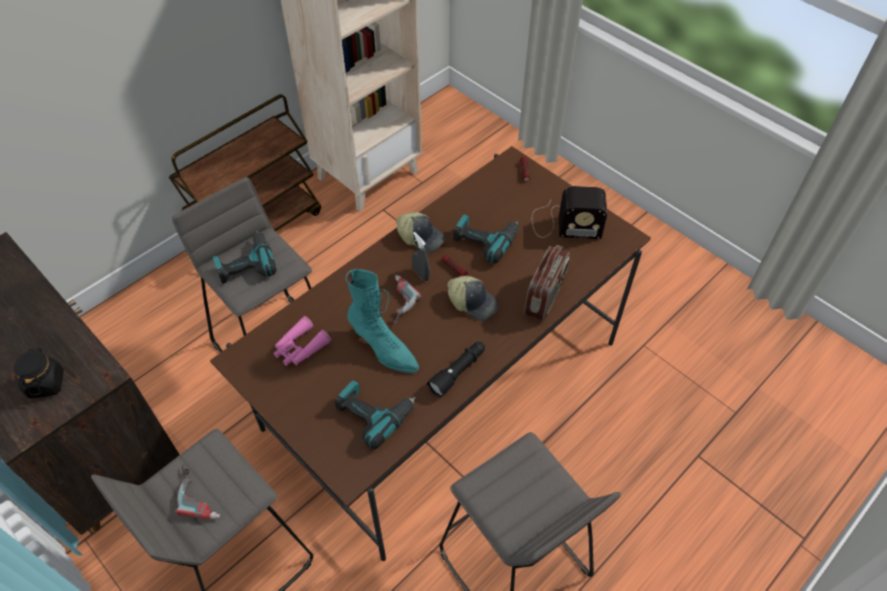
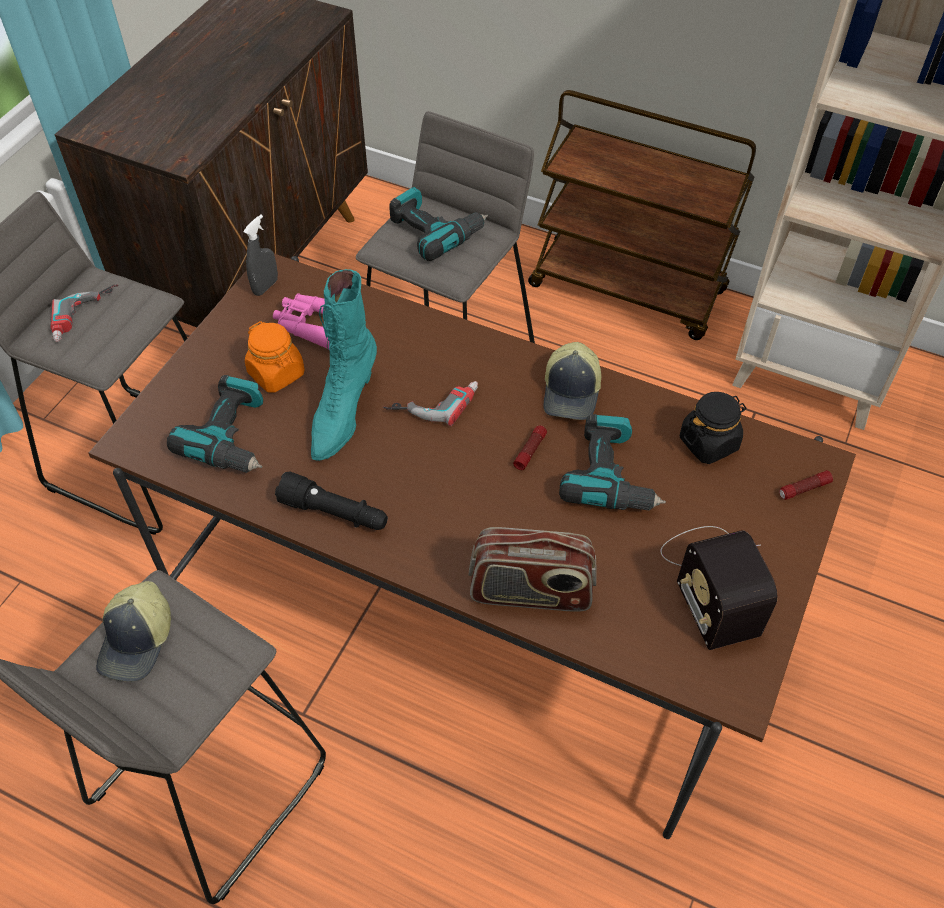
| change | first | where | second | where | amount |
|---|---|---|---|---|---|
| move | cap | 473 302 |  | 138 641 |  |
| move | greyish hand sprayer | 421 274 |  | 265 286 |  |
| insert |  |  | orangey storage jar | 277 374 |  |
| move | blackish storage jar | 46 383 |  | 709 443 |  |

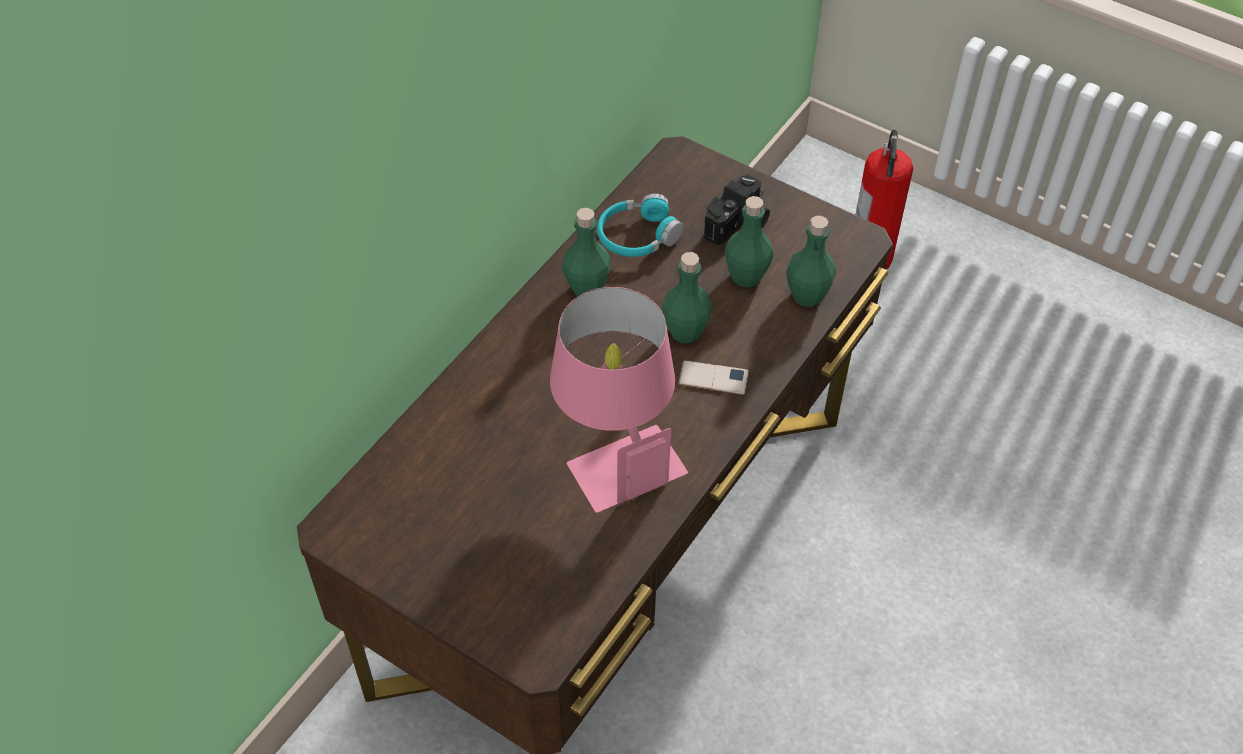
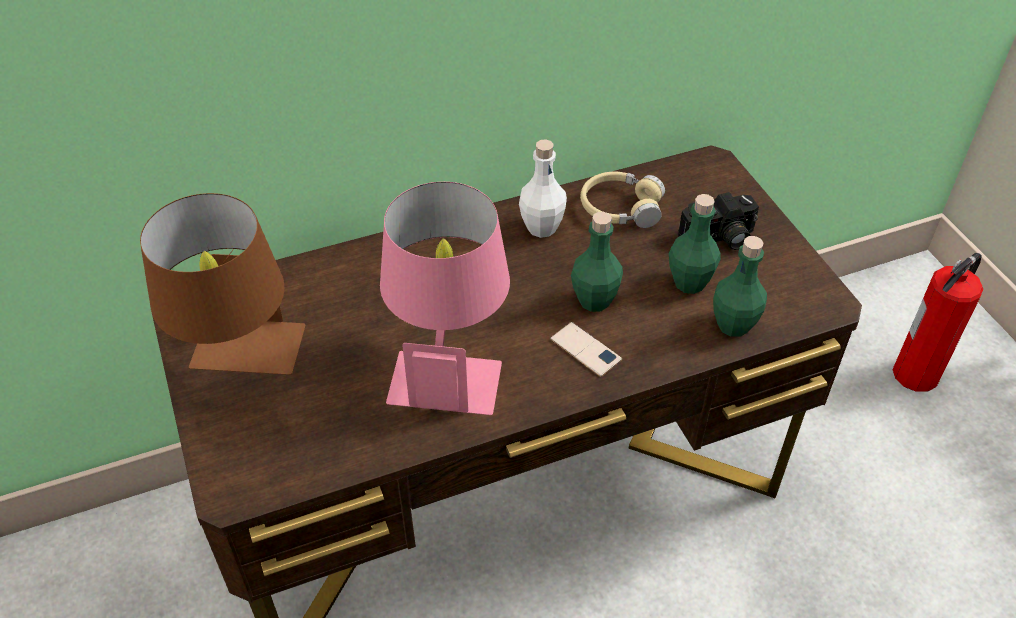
| change | first | where | second | where | amount |
|---|---|---|---|---|---|
| insert |  |  | brownish lamp for a table | 243 363 |  |
| recolor | greenish beverage bottle | 587 288 | white beverage bottle | 541 227 |  |
| recolor | blue-green pair of headphones | 637 236 | beige pair of headphones | 620 208 |  |

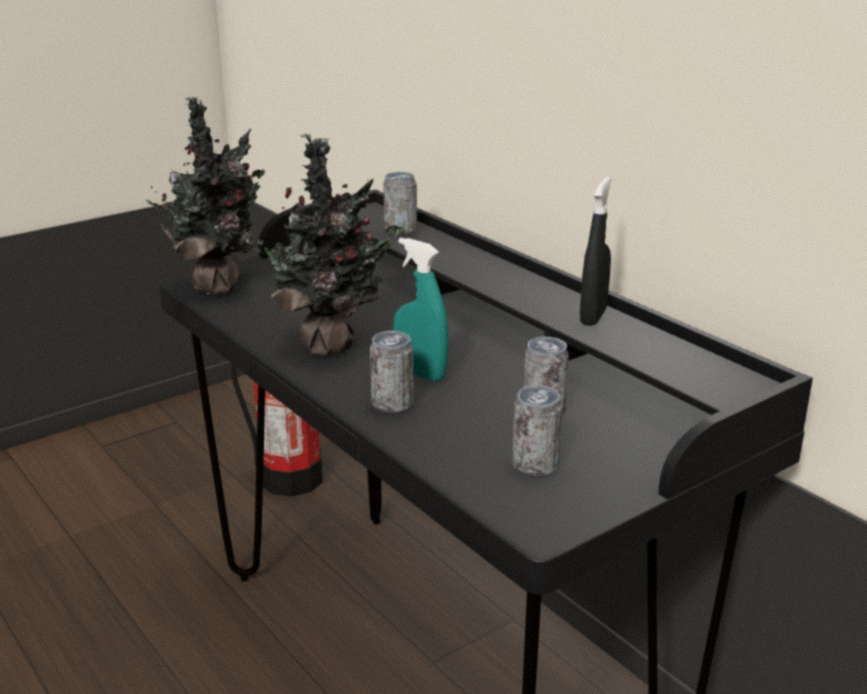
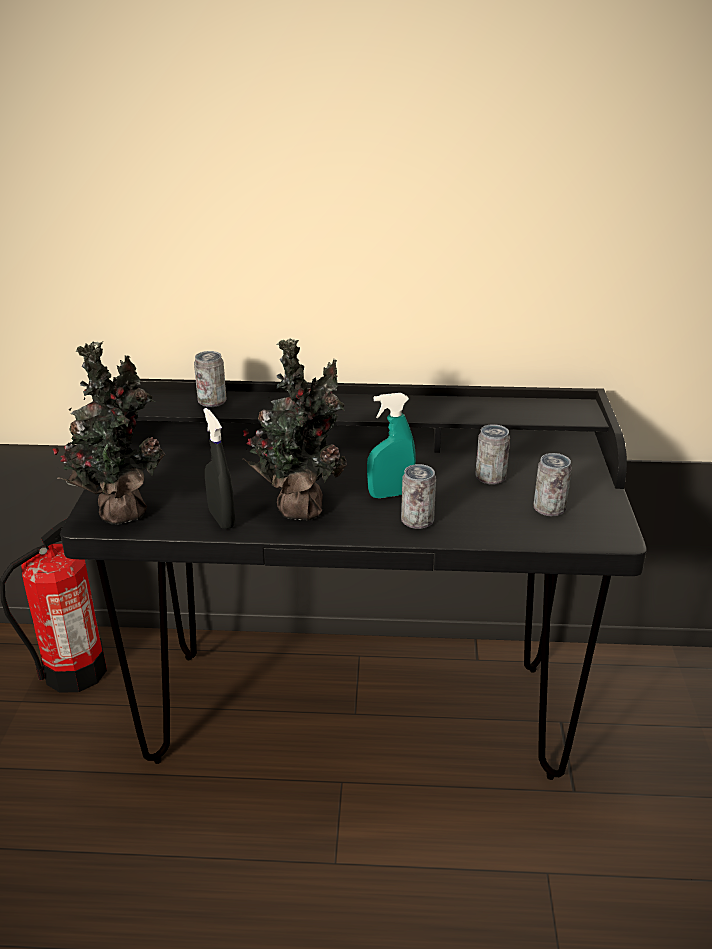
| change | first | where | second | where | amount |
|---|---|---|---|---|---|
| move | blackish hand sprayer | 593 316 |  | 221 519 |  |

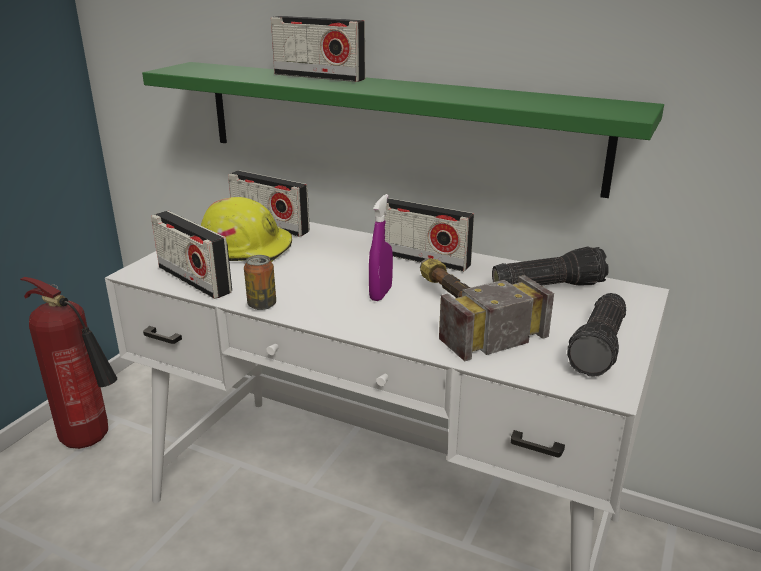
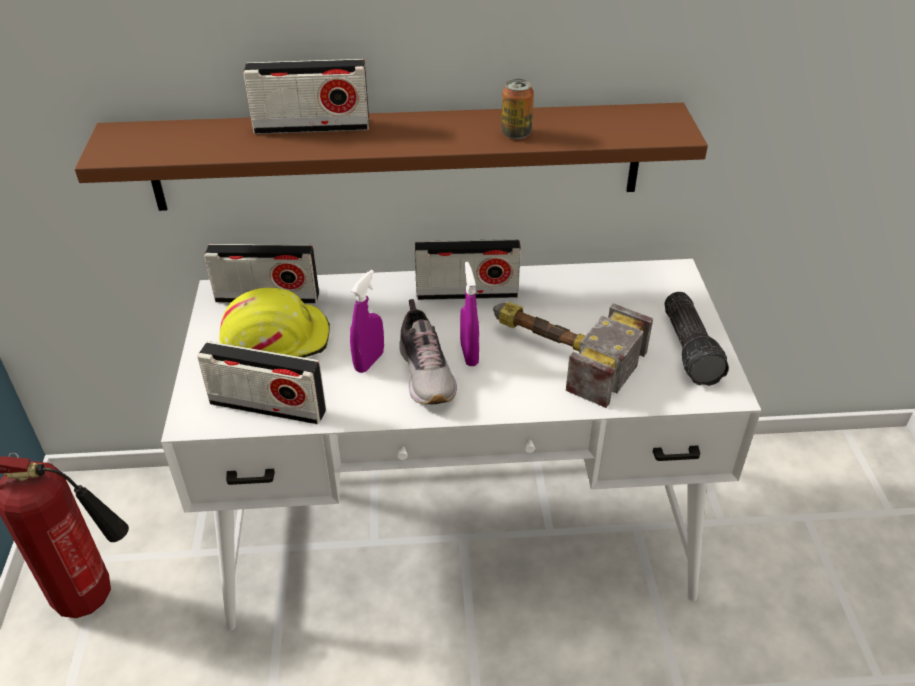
| change | first | where | second | where | amount |
|---|---|---|---|---|---|
| recolor | greenish bracket shelf | 392 124 | brownish bracket shelf | 397 157 |  |
| insert |  |  | purple hand sprayer | 369 361 |  |
| insert |  |  | item of footwear | 427 373 |  |
| move | can | 262 305 |  | 516 133 |  |
| delete | flashlight | 547 285 |  |  |  |

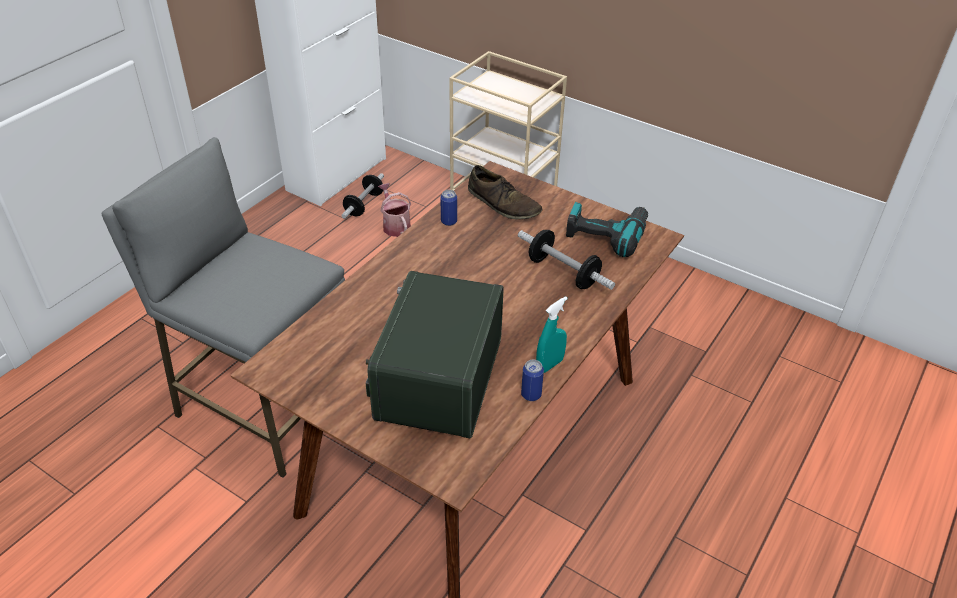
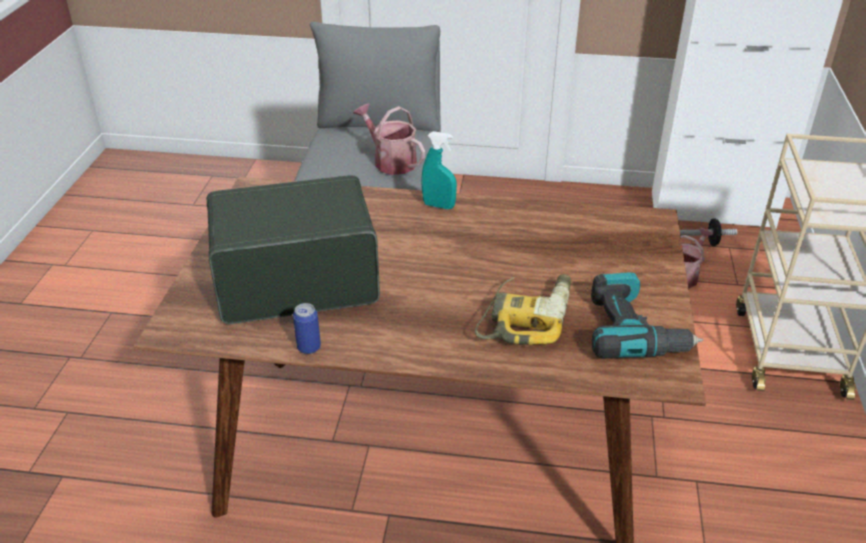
| change | first | where | second | where | amount |
|---|---|---|---|---|---|
| insert |  |  | sprinkling can | 391 161 |  |
| move | blue-green hand sprayer | 549 365 |  | 438 206 |  |
| replace | dumbbell | 563 272 | power drill | 526 316 |  |
| delete | can | 449 221 |  |  |  |
| delete | brownish item of footwear | 503 204 |  |  |  |

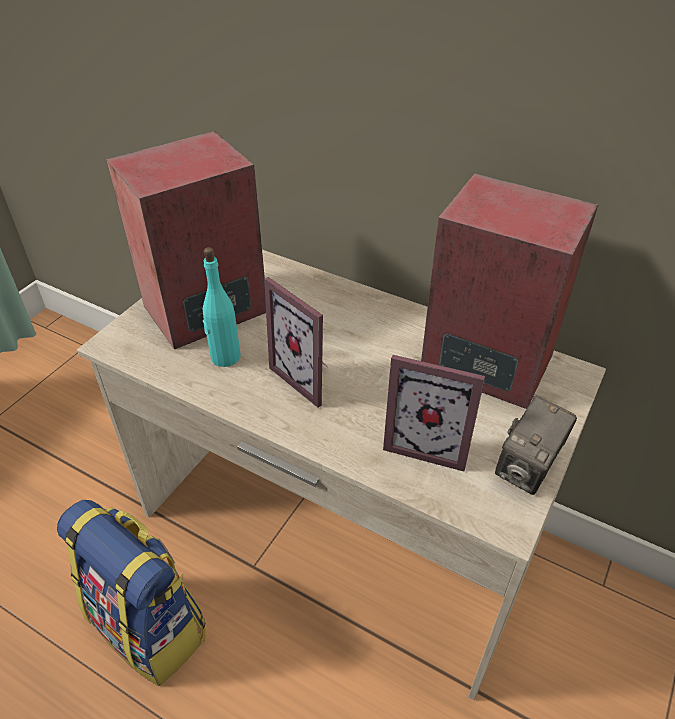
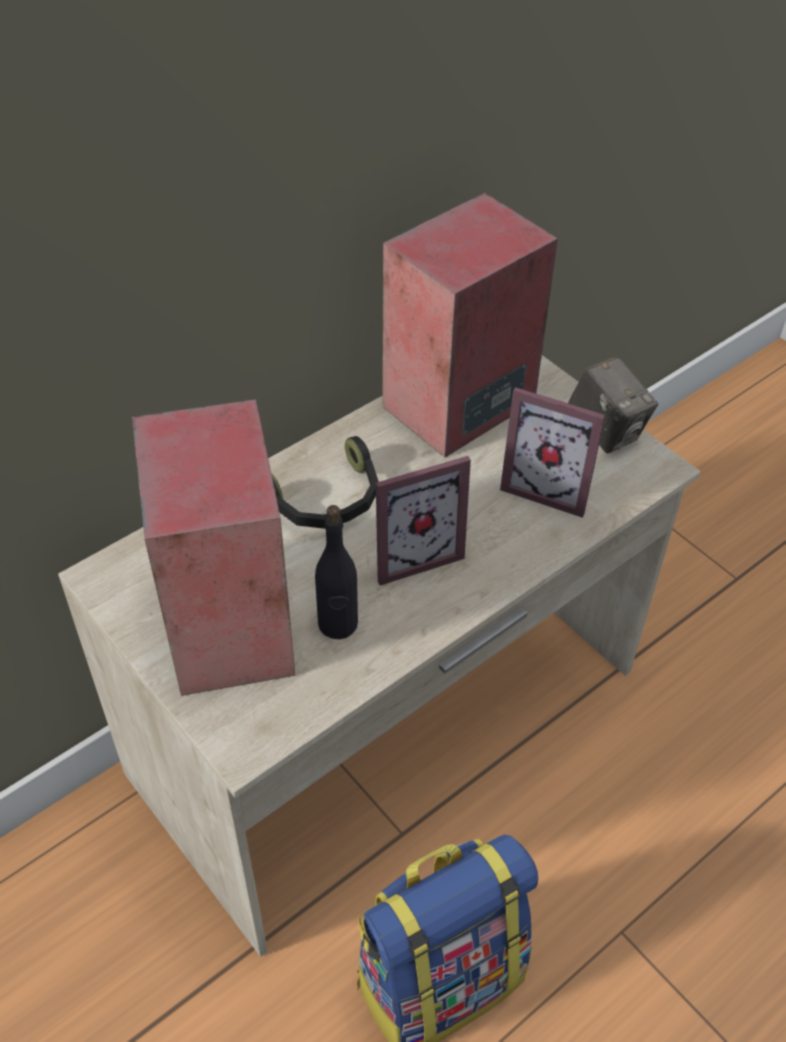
| change | first | where | second | where | amount |
|---|---|---|---|---|---|
| insert |  |  | blackish pair of headphones | 327 501 |  |
| recolor | blue-green beverage bottle | 225 357 | blackish beverage bottle | 338 624 |  |
| rotate | photo frame | 428 442 |  | 549 487 | 75 degrees clockwise |

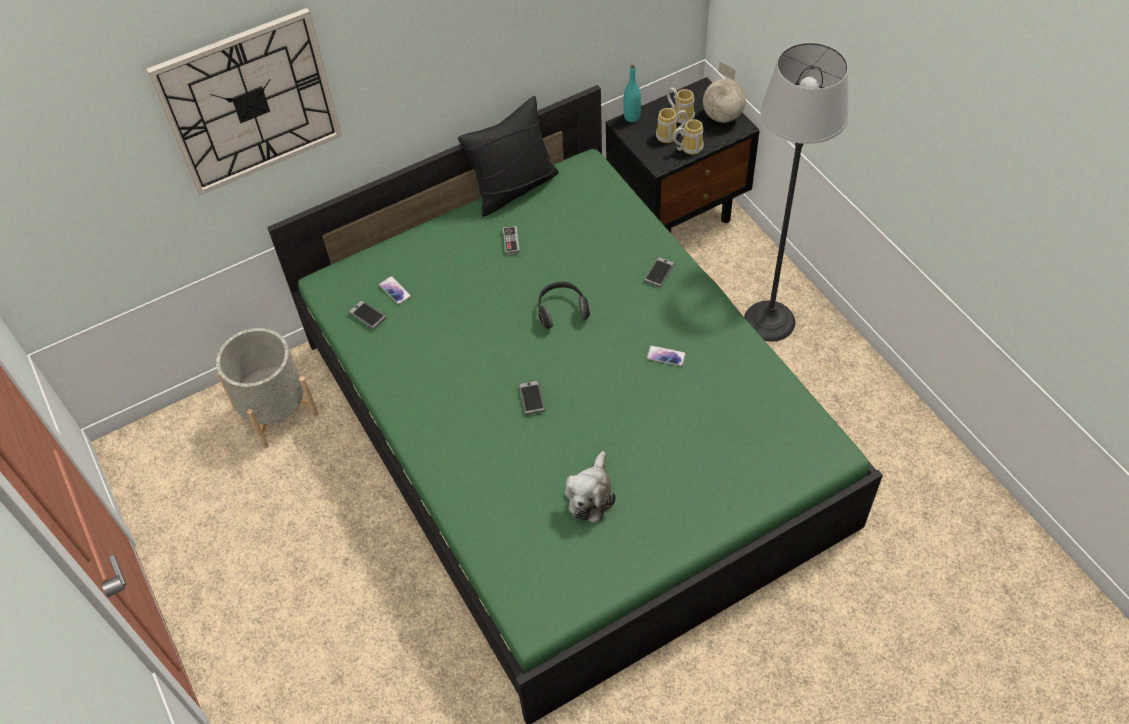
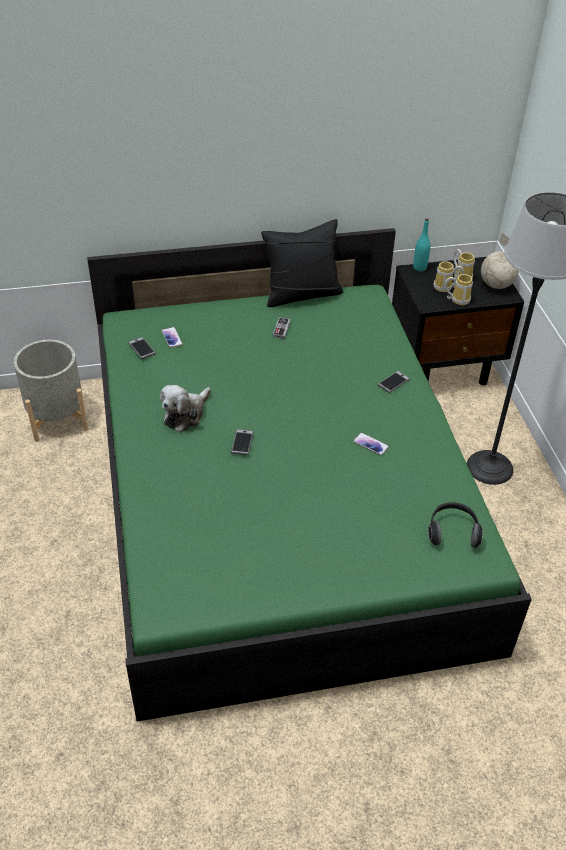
| change | first | where | second | where | amount |
|---|---|---|---|---|---|
| move | soft toy | 590 495 |  | 185 414 |  |
| move | pair of headphones | 561 310 |  | 452 532 |  |
| delete | hanging clock | 249 102 |  |  |  |

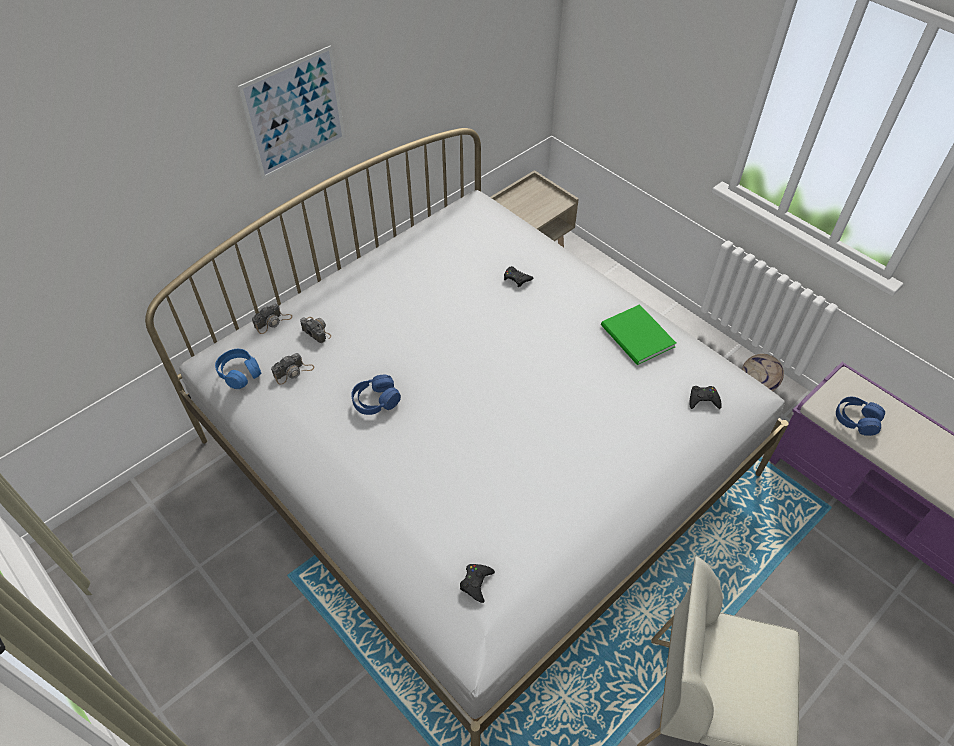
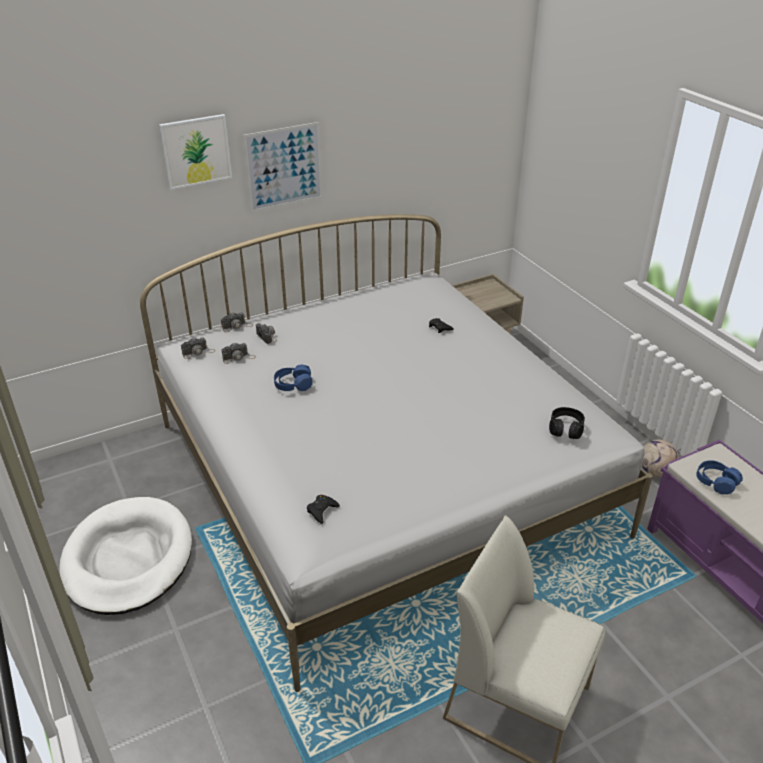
| change | first | where | second | where | amount |
|---|---|---|---|---|---|
| insert |  |  | white dog bed | 128 559 |  |
| insert |  |  | wall picture | 196 151 |  |
| replace | blue pair of headphones | 239 373 | photo camera | 198 352 |  |
| replace | blackish gamepad | 703 400 | blackish pair of headphones | 565 429 |  |
| delete | greenish bound book | 637 338 |  |  |  |

